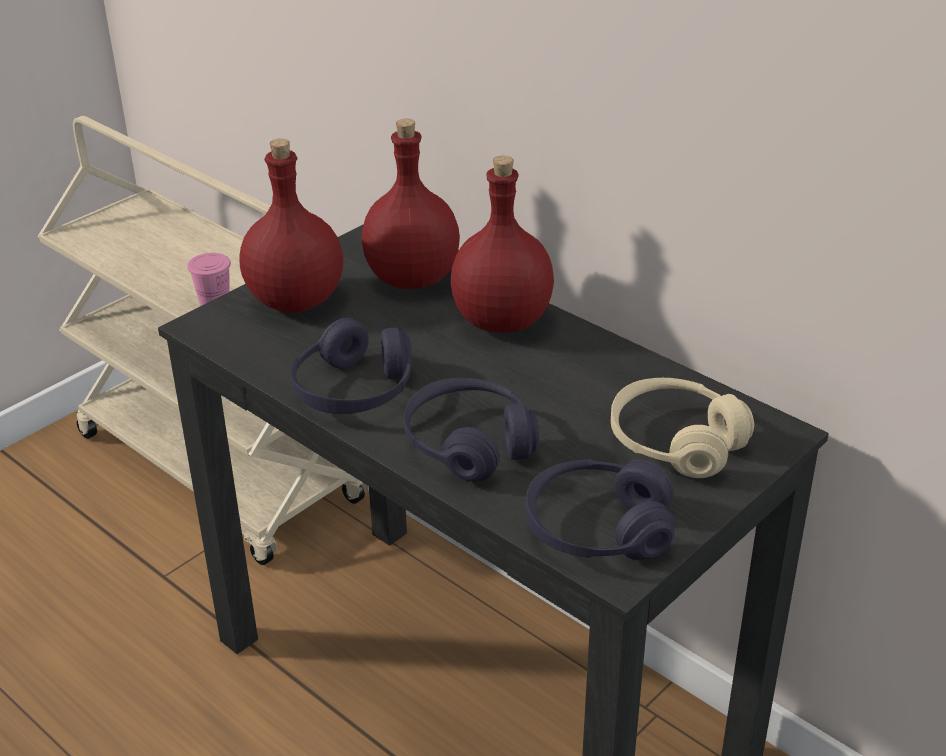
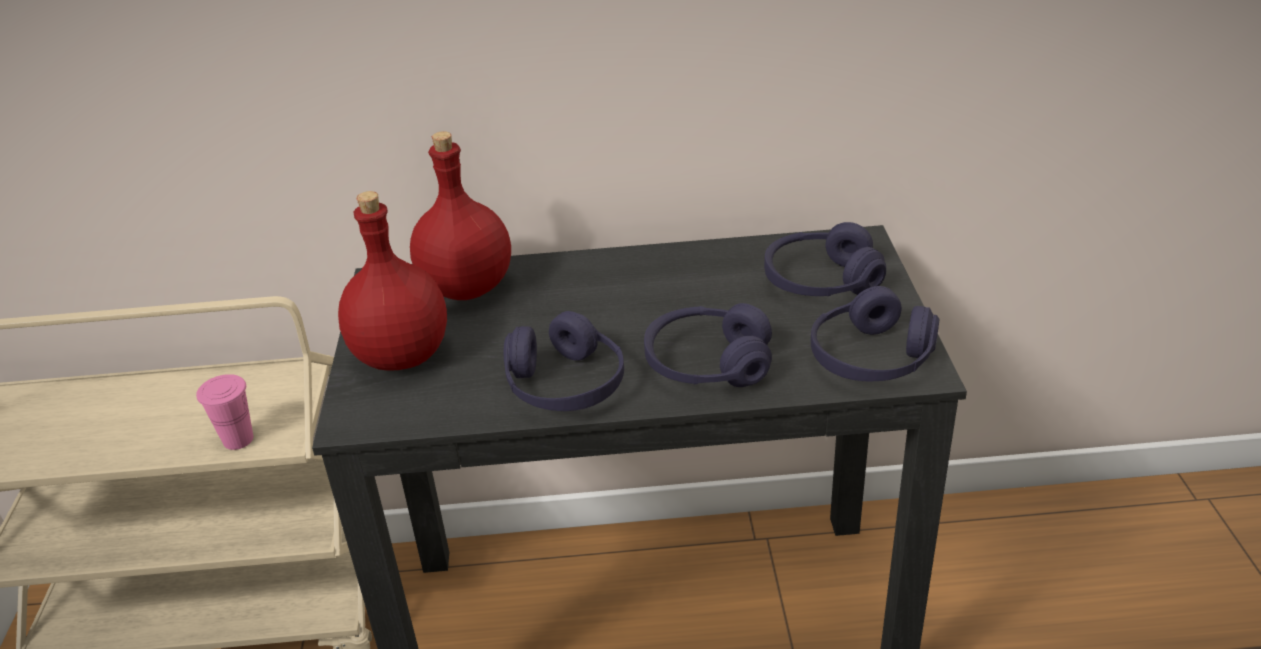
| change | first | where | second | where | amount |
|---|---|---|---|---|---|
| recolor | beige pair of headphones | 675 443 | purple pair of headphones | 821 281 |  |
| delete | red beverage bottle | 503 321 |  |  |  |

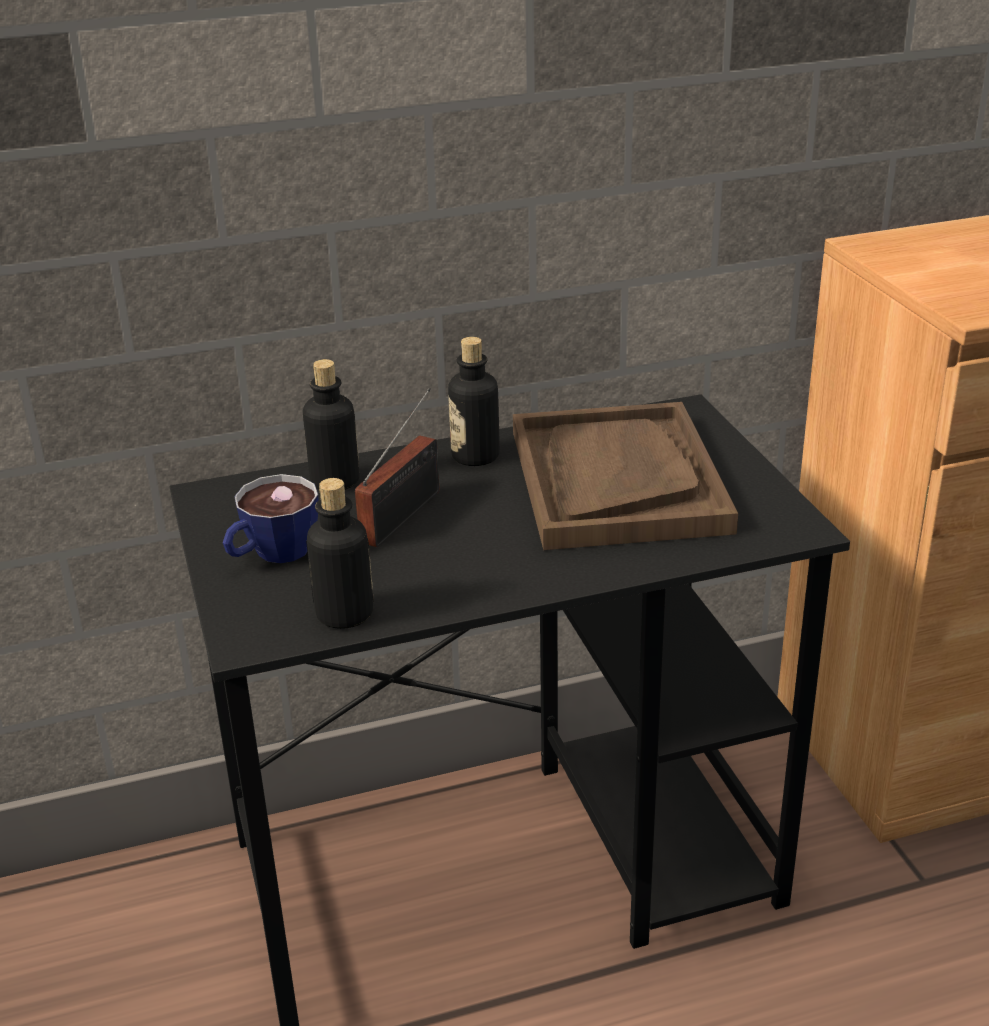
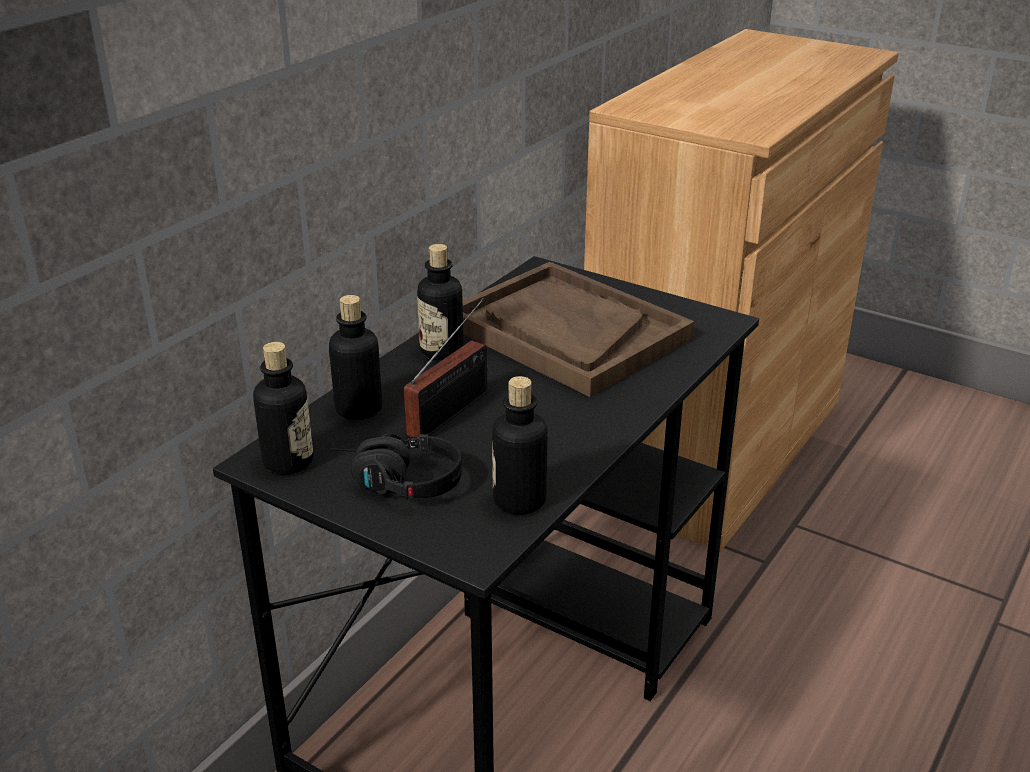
| change | first | where | second | where | amount |
|---|---|---|---|---|---|
| insert |  |  | beverage bottle | 288 461 |  |
| replace | small cup | 272 554 | blackish pair of headphones | 394 483 |  |
| rotate | radio receiver | 405 513 |  | 453 411 | 45 degrees clockwise |

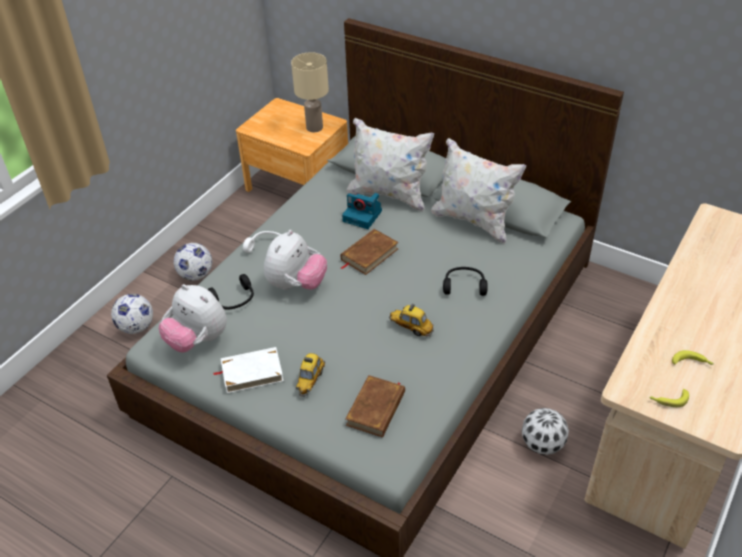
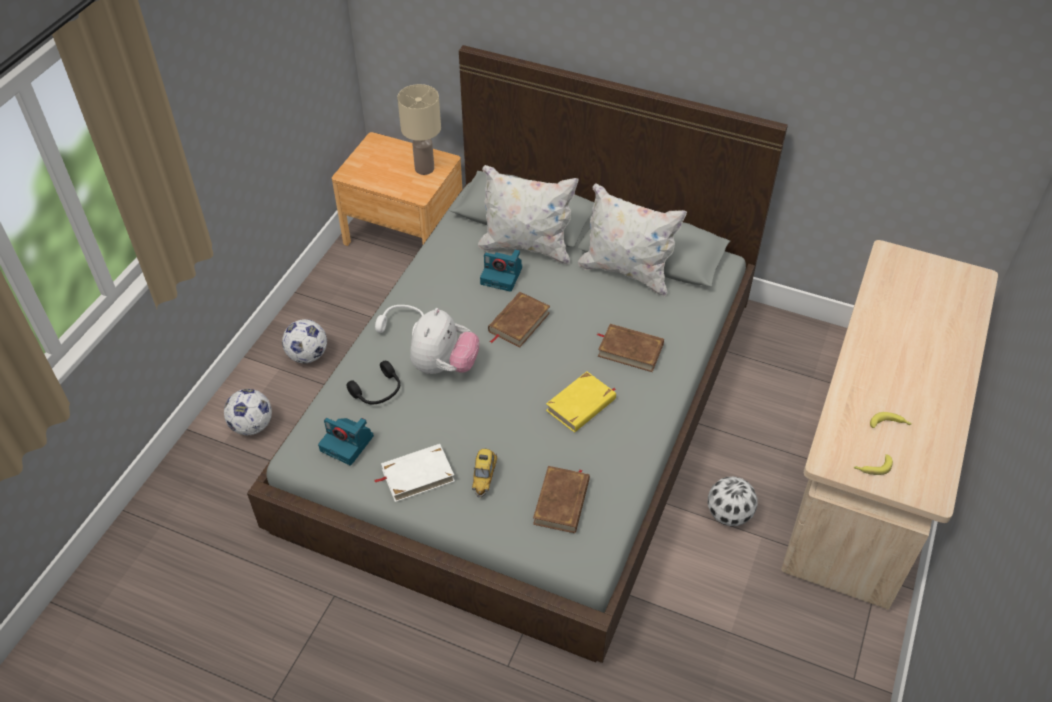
| change | first | where | second | where | amount |
|---|---|---|---|---|---|
| replace | soft toy | 198 340 | photo camera | 348 443 |  |
| replace | model car | 411 327 | yellow bound book | 581 405 |  |
| replace | blackish pair of headphones | 464 285 | brownish bound book | 630 350 |  |

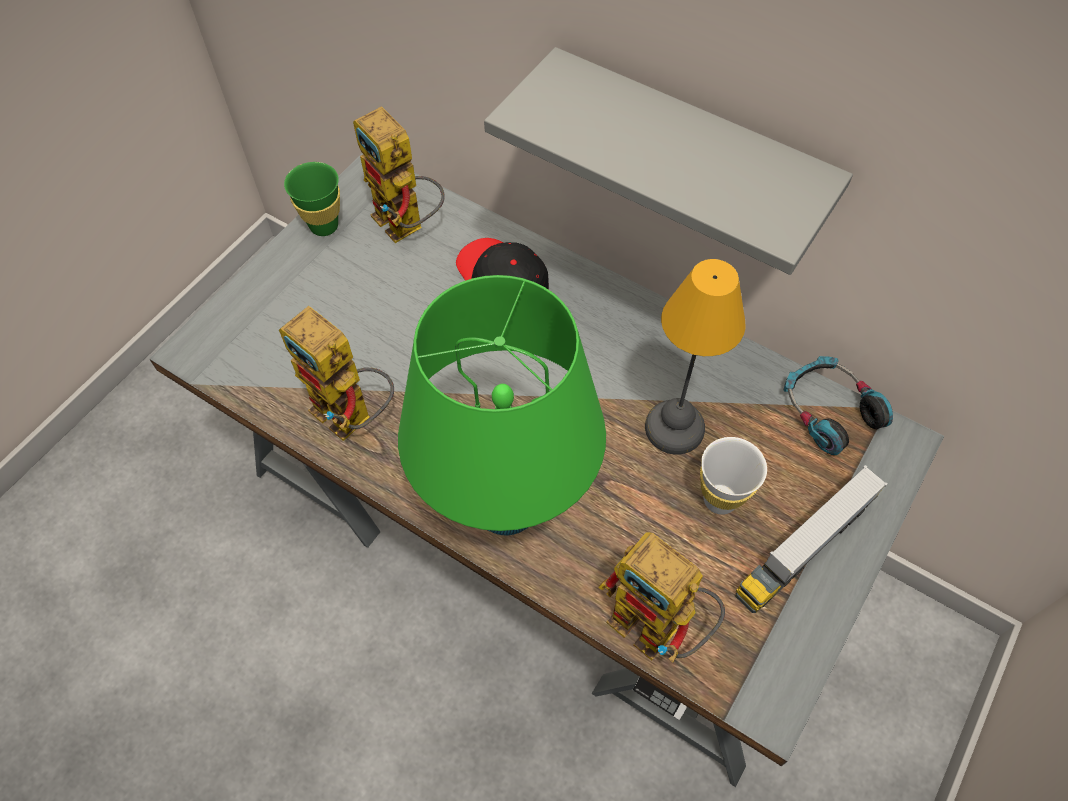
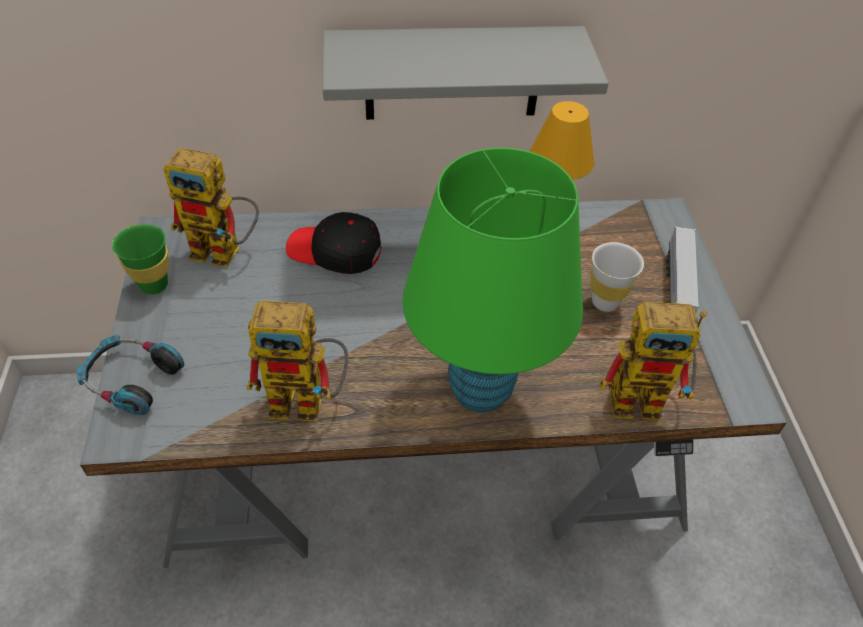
| change | first | where | second | where | amount |
|---|---|---|---|---|---|
| move | pair of headphones | 829 410 |  | 132 380 |  |

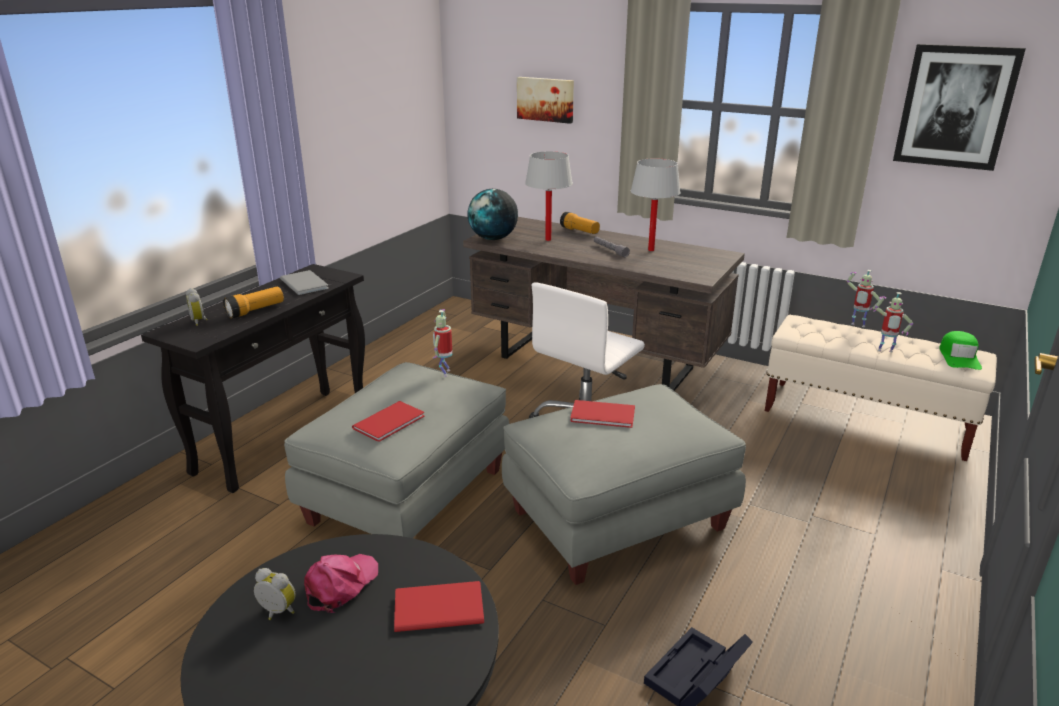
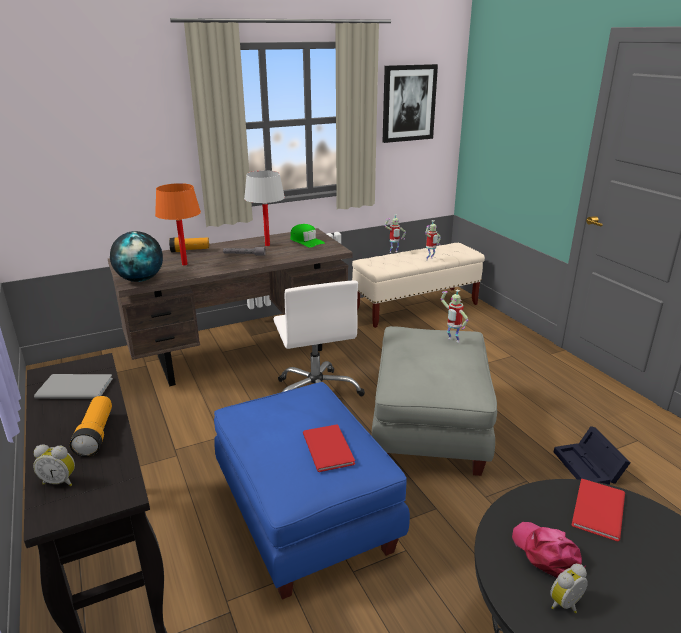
| change | first | where | second | where | amount |
|---|---|---|---|---|---|
| recolor | white lamp for a table | 548 240 | orangey lamp for a table | 184 264 |  |
| recolor | greyish footrest | 408 496 | blue footrest | 307 516 |  |
| move | greenish cap | 959 357 |  | 306 241 |  |
| move | toy robot | 444 373 |  | 452 340 |  |
| delete | wall picture | 546 99 |  |  |  |
| delete | red bound book | 604 416 |  |  |  |

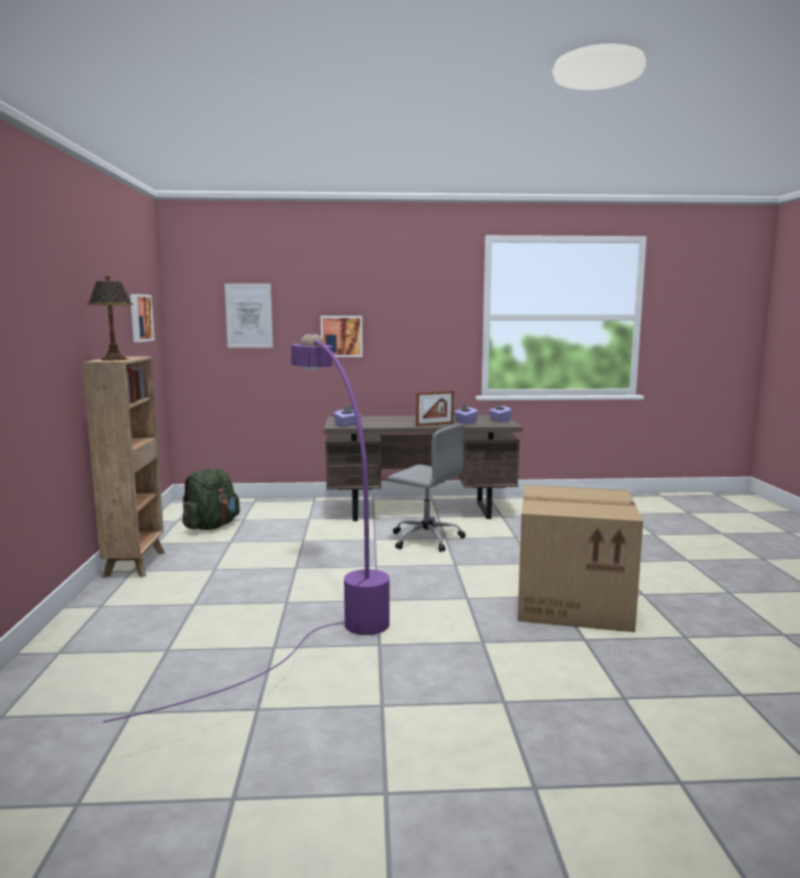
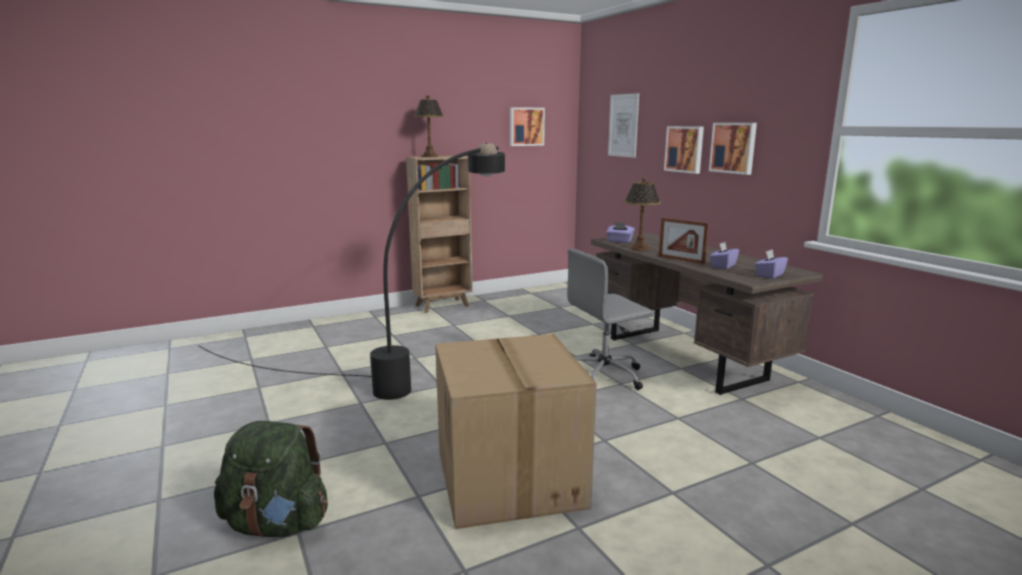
| change | first | where | second | where | amount |
|---|---|---|---|---|---|
| recolor | purple standing lamp | 325 608 | blackish standing lamp | 412 371 |  |
| move | greenish backpack | 211 526 |  | 277 524 |  |
| rotate | greyish office chair | 425 539 |  | 605 375 | 60 degrees clockwise |
| insert |  |  | lamp for a table | 639 248 |  |
| insert |  |  | wall picture | 733 147 |  |

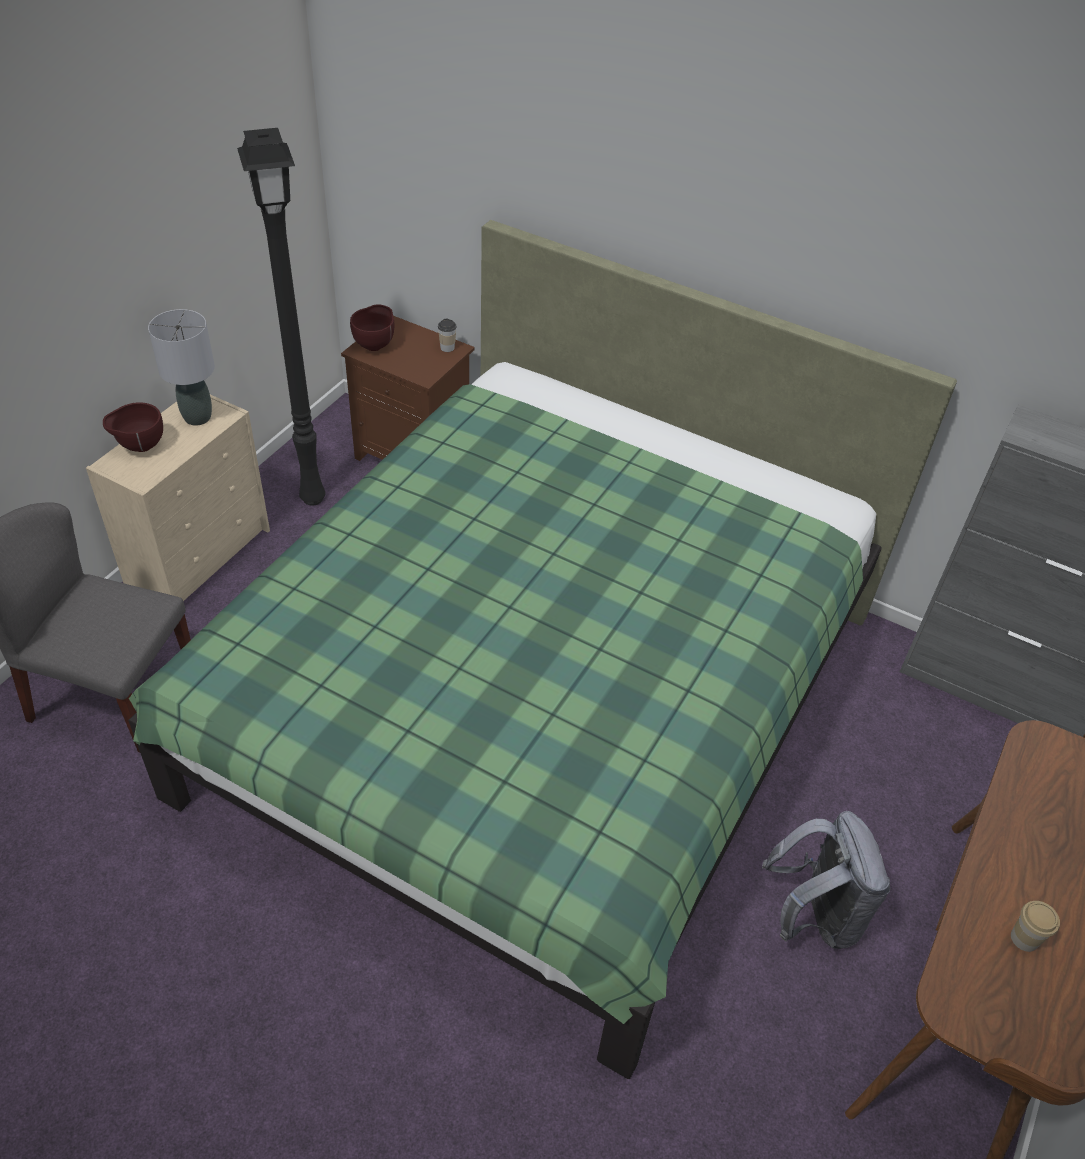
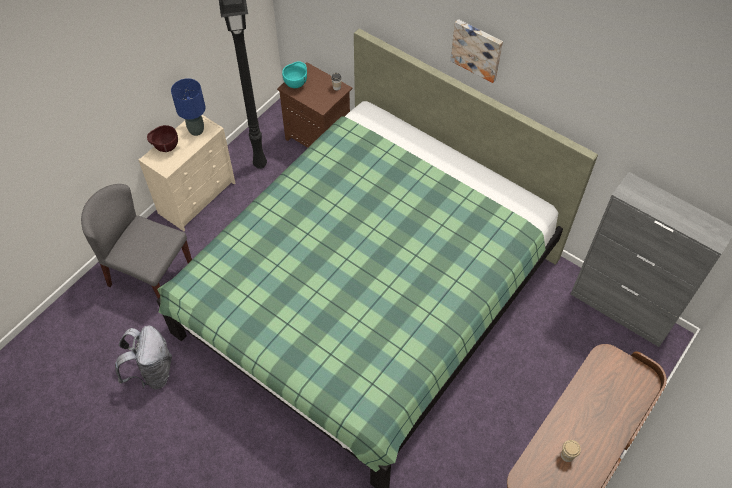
| change | first | where | second | where | amount |
|---|---|---|---|---|---|
| move | greyish backpack | 814 915 |  | 152 372 |  |
| recolor | greyish lamp for a table | 198 417 | blue lamp for a table | 196 130 |  |
| recolor | brownish deep dish | 375 345 | blue-green deep dish | 296 84 |  |
| insert |  |  | wall picture | 477 49 |  |

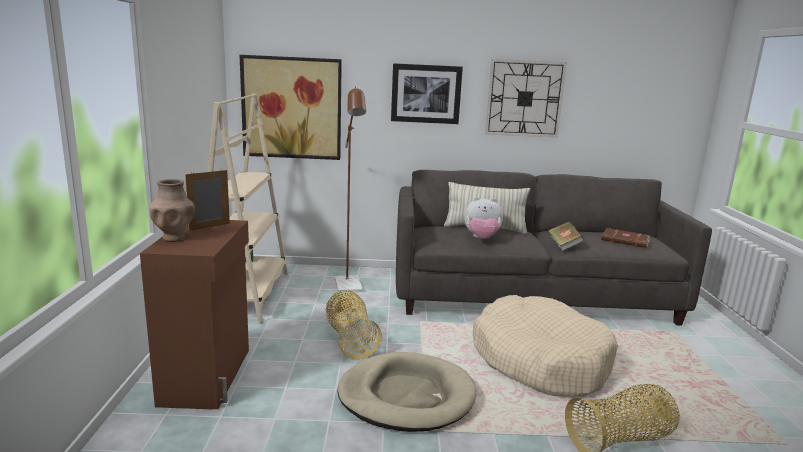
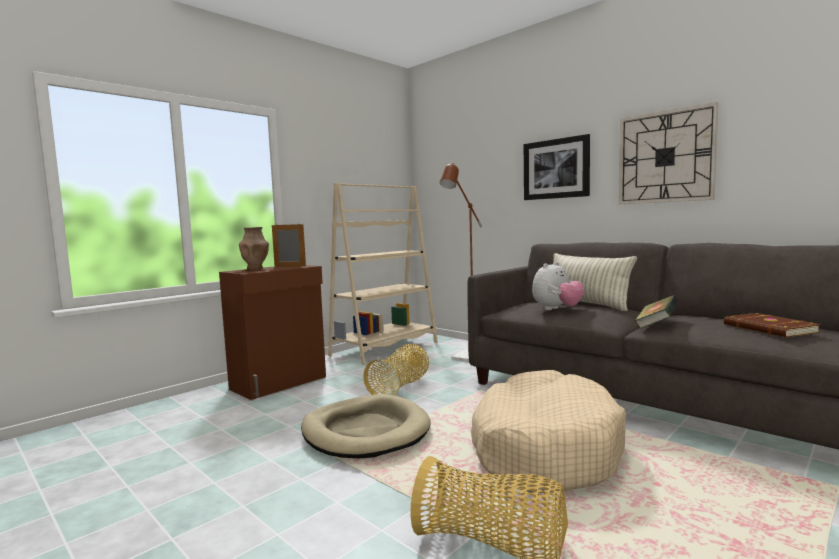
| change | first | where | second | where | amount |
|---|---|---|---|---|---|
| rotate | soft toy | 481 238 |  | 556 309 | 90 degrees counterclockwise |
| delete | wall picture | 292 108 |  |  |  |

